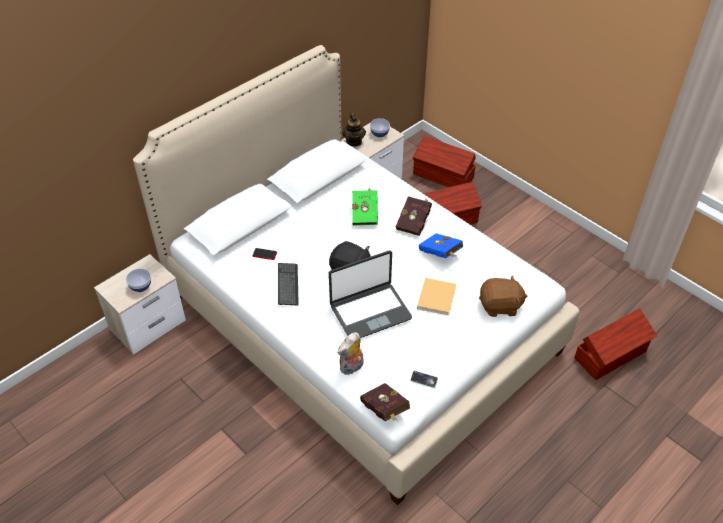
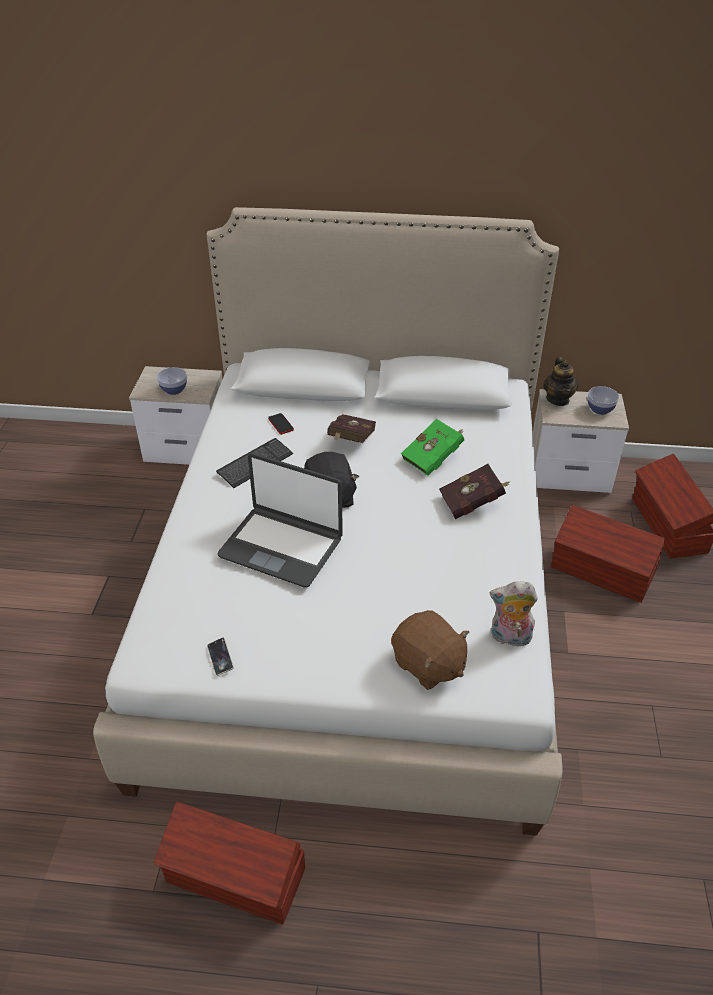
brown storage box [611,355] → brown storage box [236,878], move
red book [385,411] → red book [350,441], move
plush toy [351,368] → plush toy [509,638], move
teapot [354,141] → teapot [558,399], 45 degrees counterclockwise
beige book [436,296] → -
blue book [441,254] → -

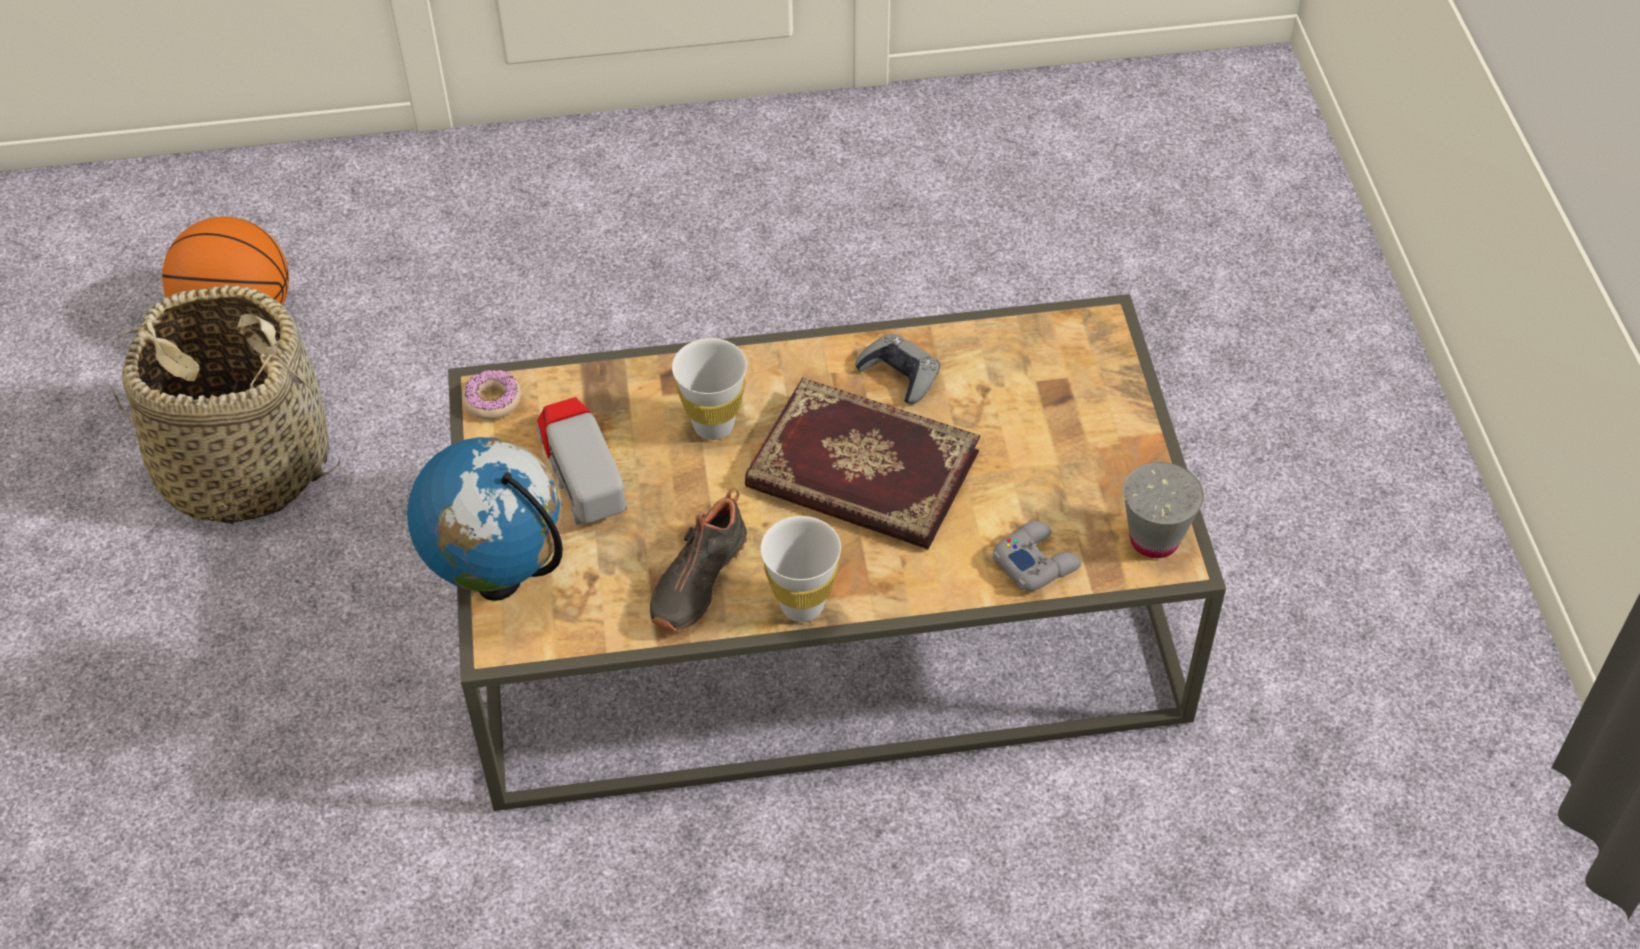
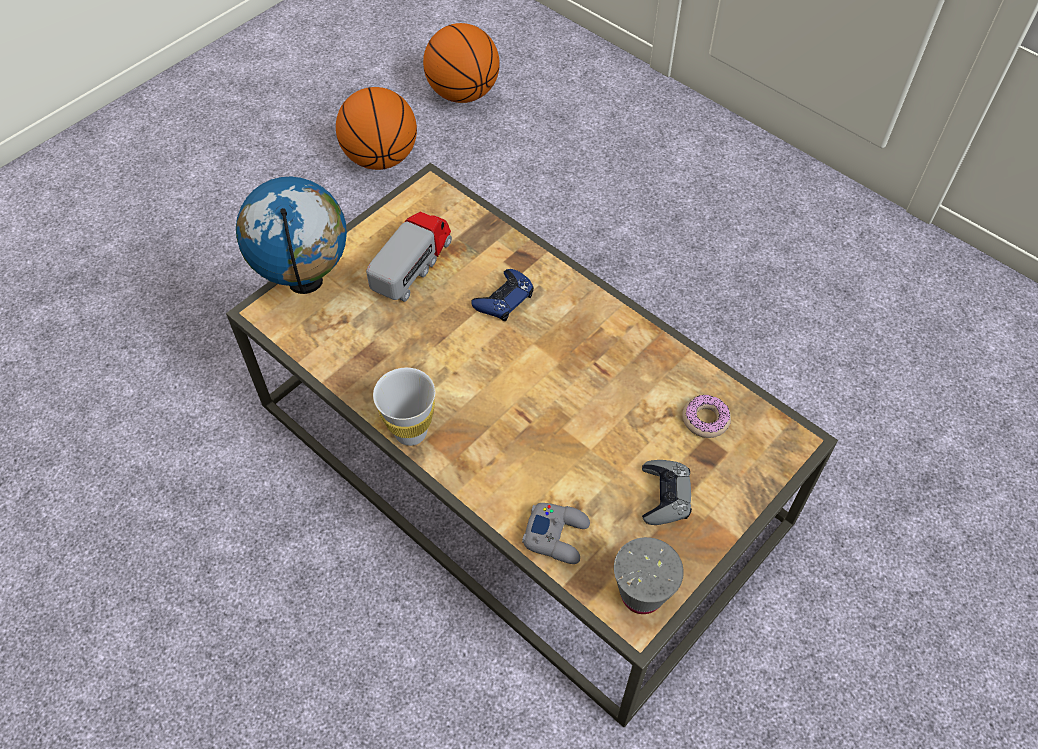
basket [244,464] → basketball [381,158]
white cup [713,425] → blue game controller [504,299]
grey game controller [899,374] → grey game controller [665,496], move
donut [492,400] → donut [705,420], move
black shoe [696,578] → -
book [861,473] → -

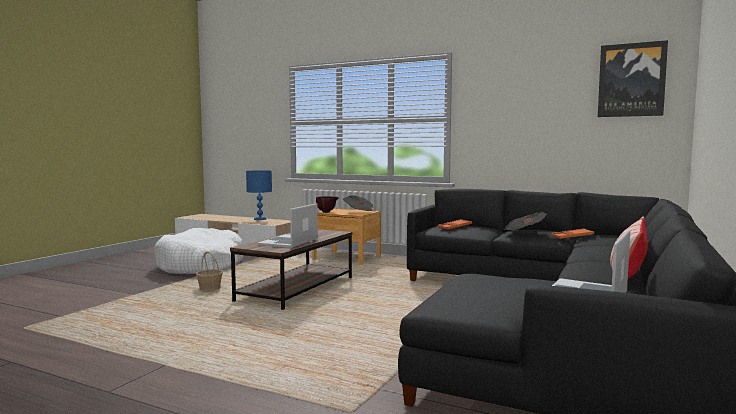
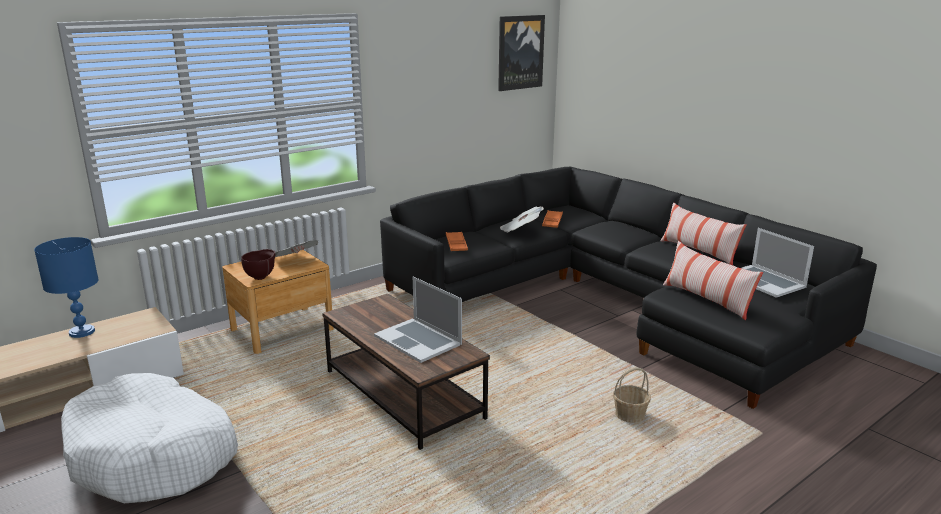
basket [210,289] → basket [630,415], move
- → pillow [706,300]

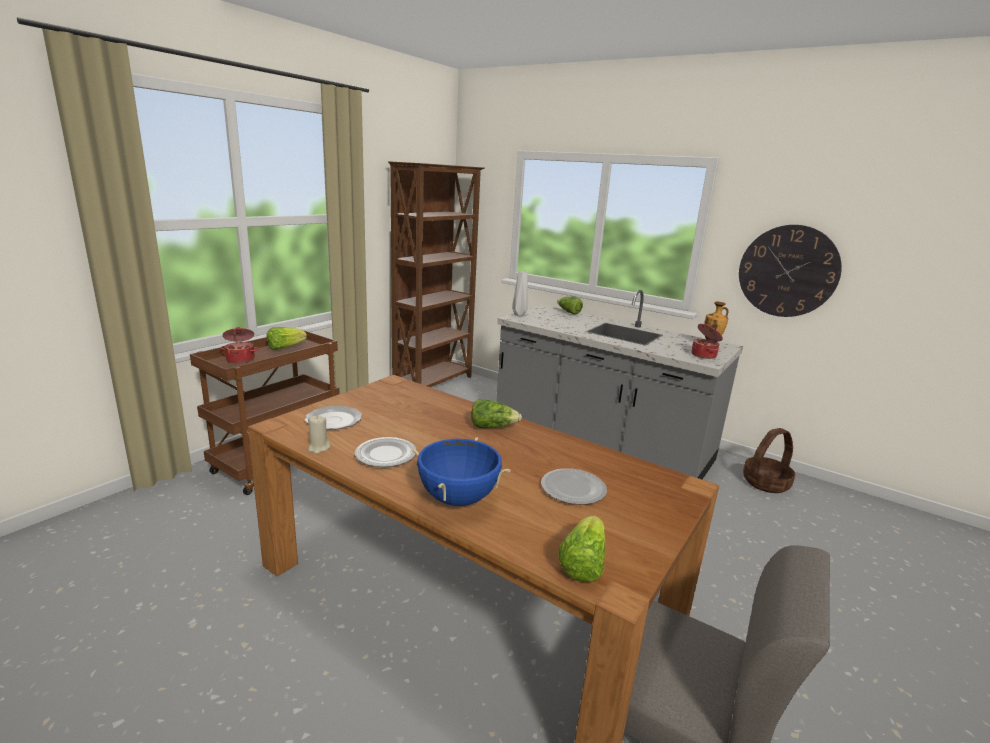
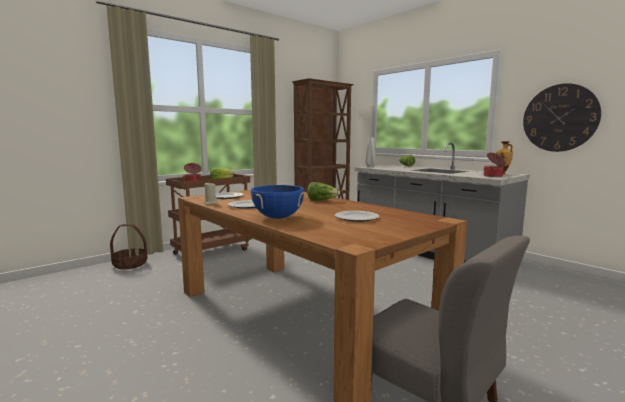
basket [766,483] → basket [130,265], move
lettuce [583,564] → -

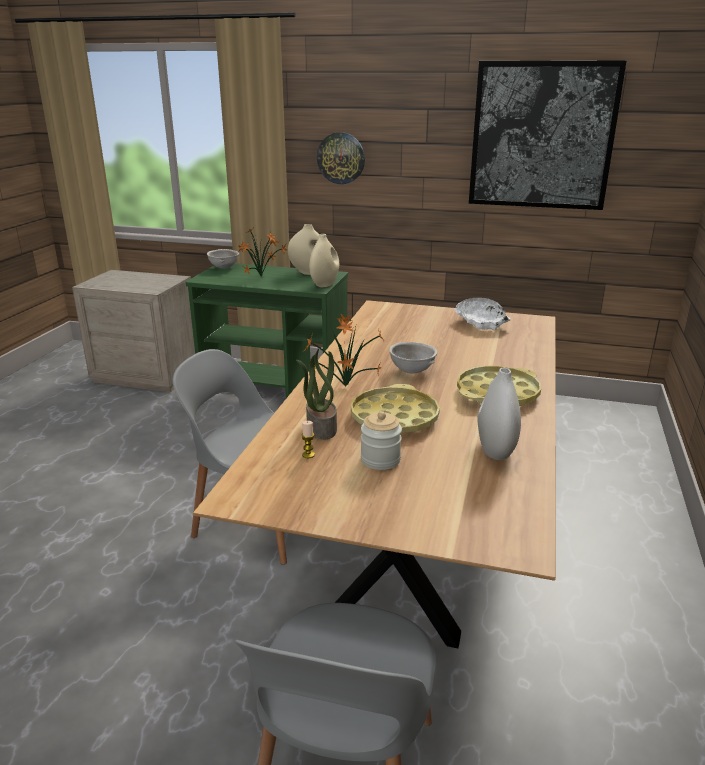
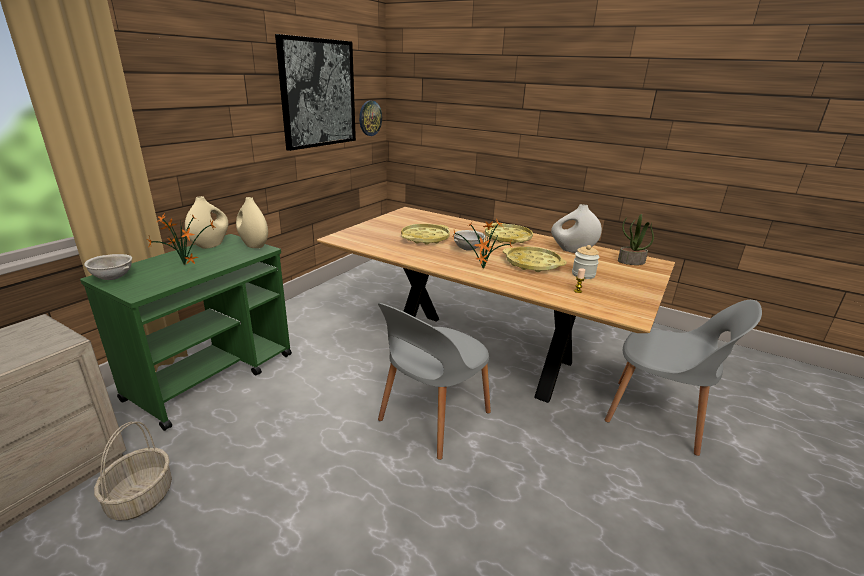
- → basket [140,497]
wall clock [341,158] → wall clock [370,118], move
- → yellow tray [425,238]
potted plant [320,428] → potted plant [631,262], move
white bowl [481,323] → -

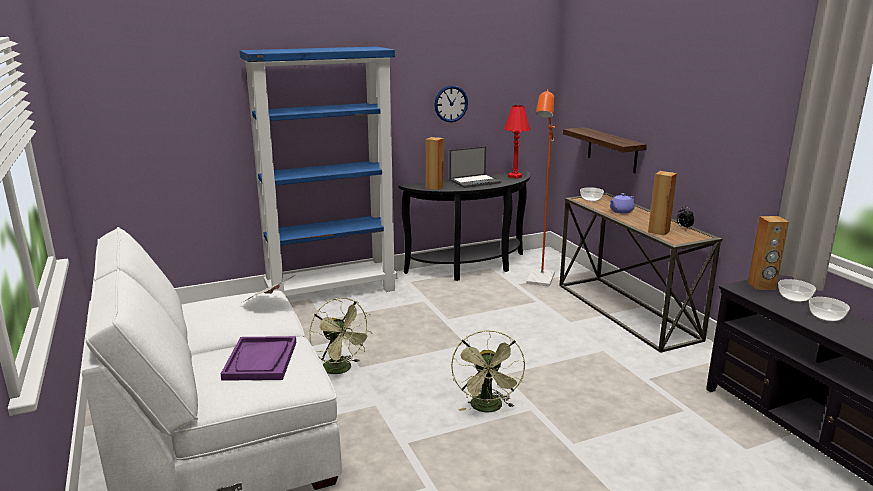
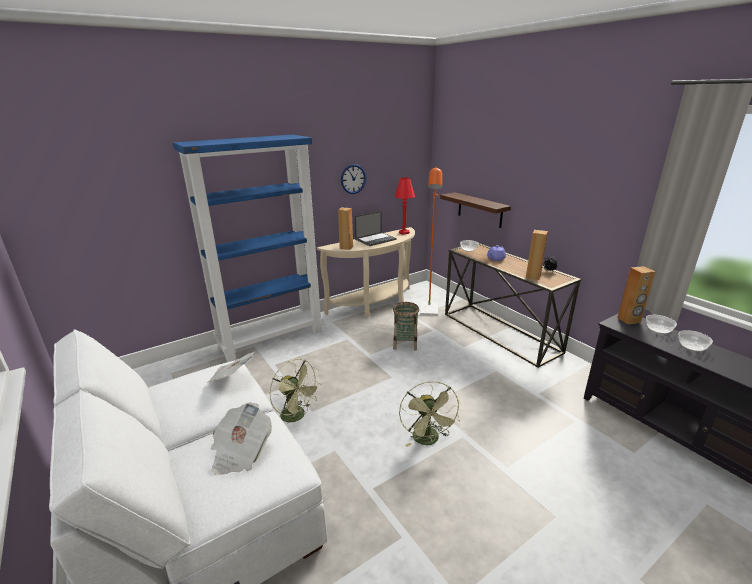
purple tray [261,360] → newspaper [241,452]
black console table [472,269] → beige console table [375,305]
- → basket [405,343]

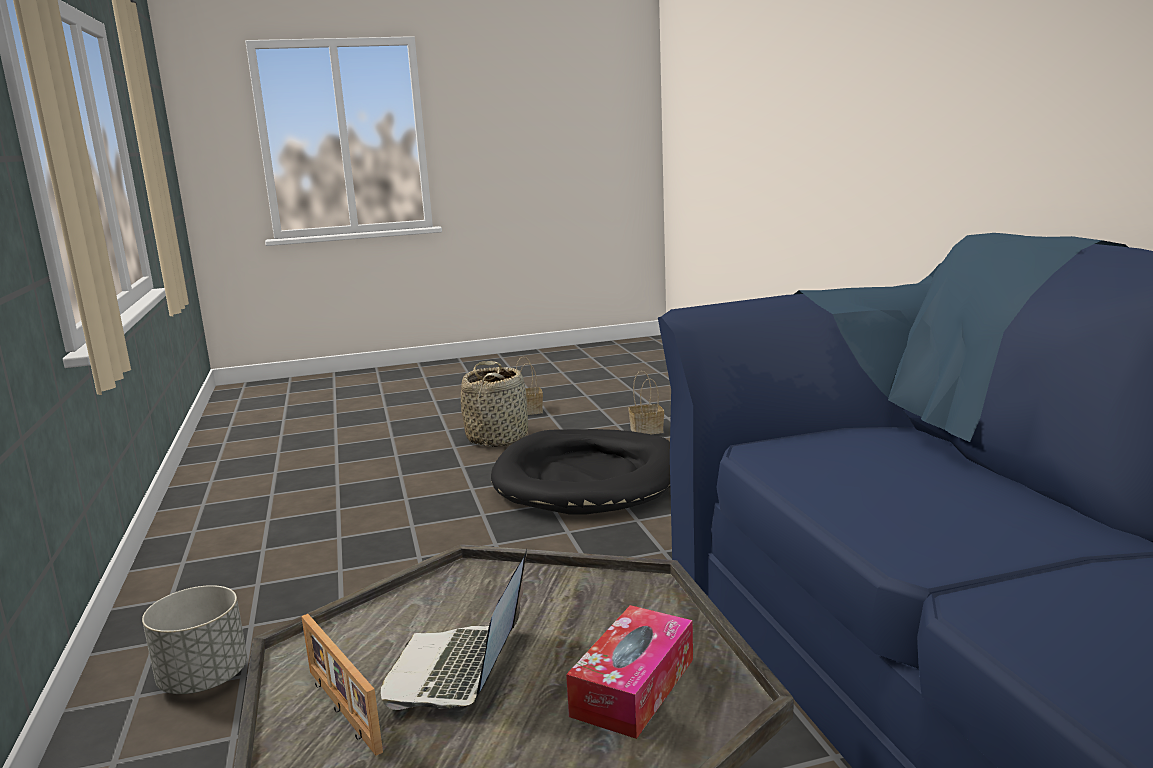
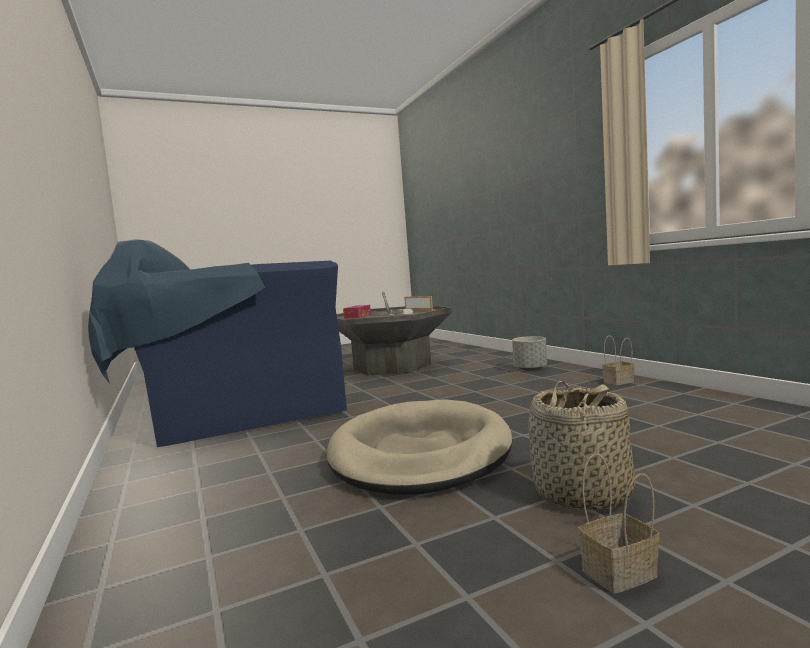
black dog bed [587,478] → beige dog bed [420,453]
basket [647,430] → basket [618,382], move

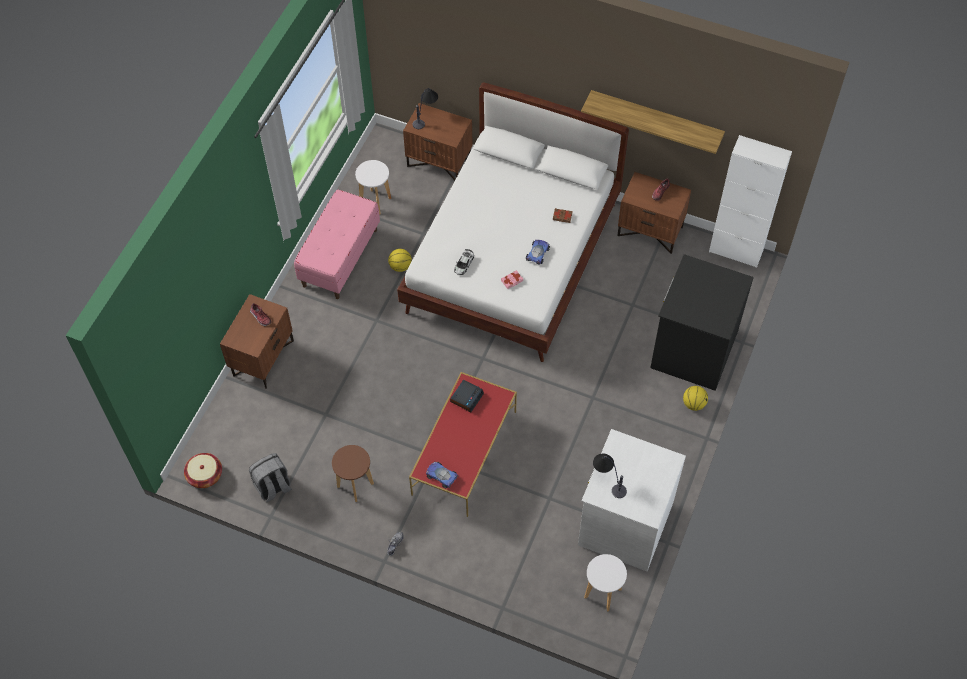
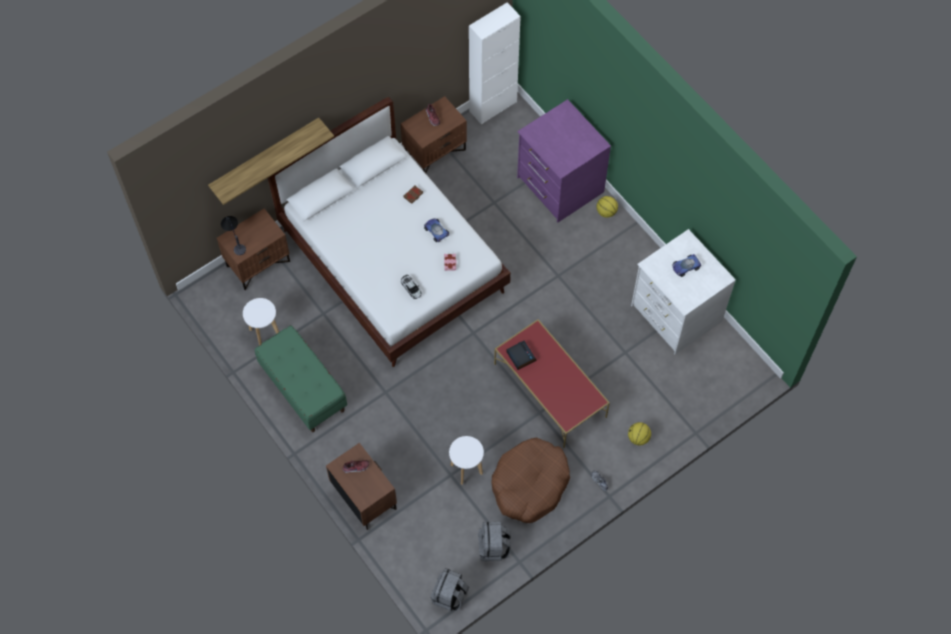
shelf [656,118] → shelf [265,156], move
pink bench [340,257] → green bench [303,388]
basket [205,475] → grey backpack [450,596]
white stool [602,593] → white stool [466,469], move
brown stool [355,485] → brown dog bed [530,484]
black dresser [692,349] → purple dresser [559,185]
basketball [400,266] → basketball [638,438], move
toy car [441,476] → toy car [685,267], move
table lamp [608,481] → -

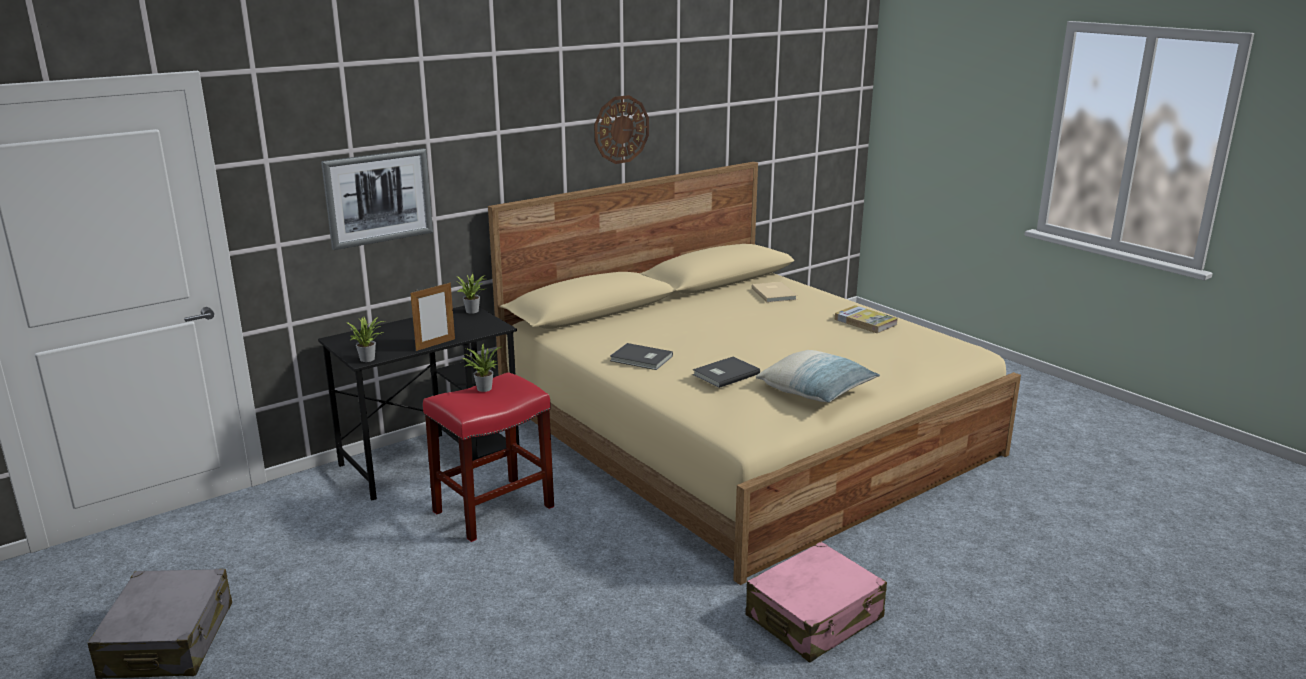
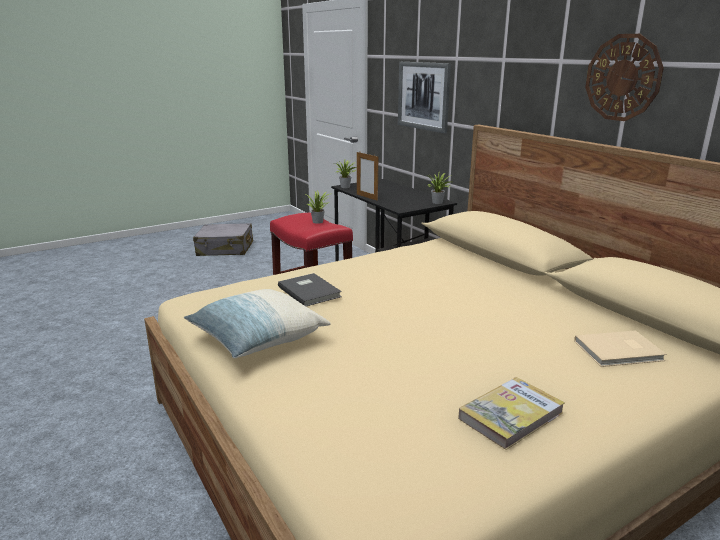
grey book [641,359] → -
pink suitcase [815,618] → -

